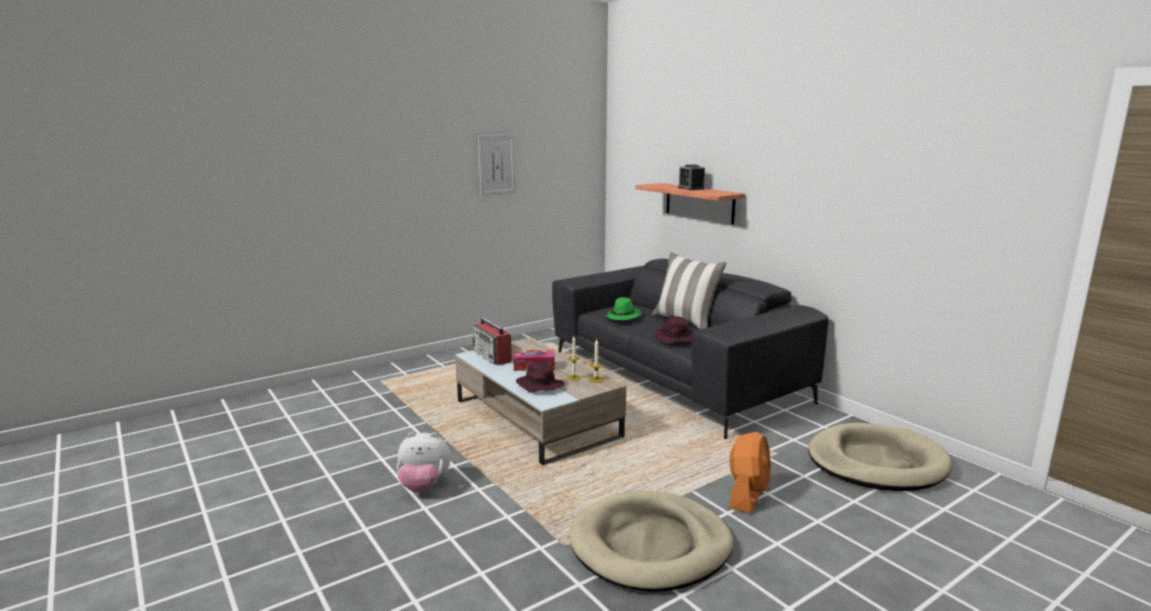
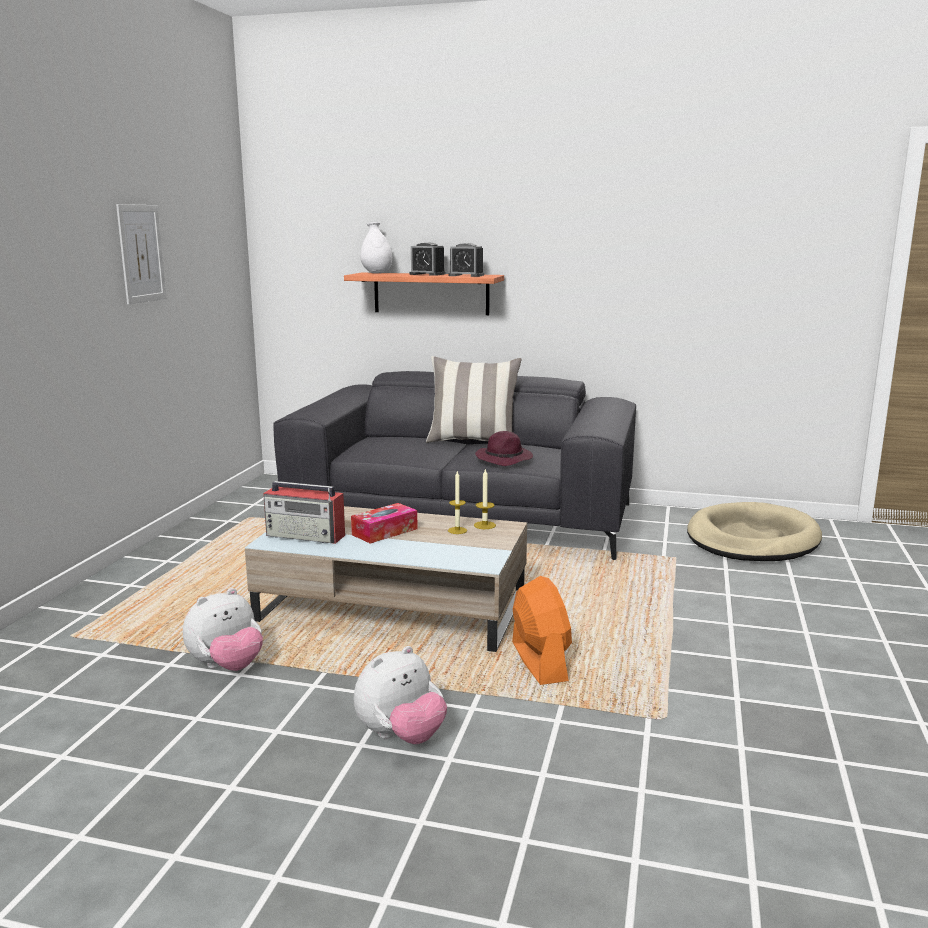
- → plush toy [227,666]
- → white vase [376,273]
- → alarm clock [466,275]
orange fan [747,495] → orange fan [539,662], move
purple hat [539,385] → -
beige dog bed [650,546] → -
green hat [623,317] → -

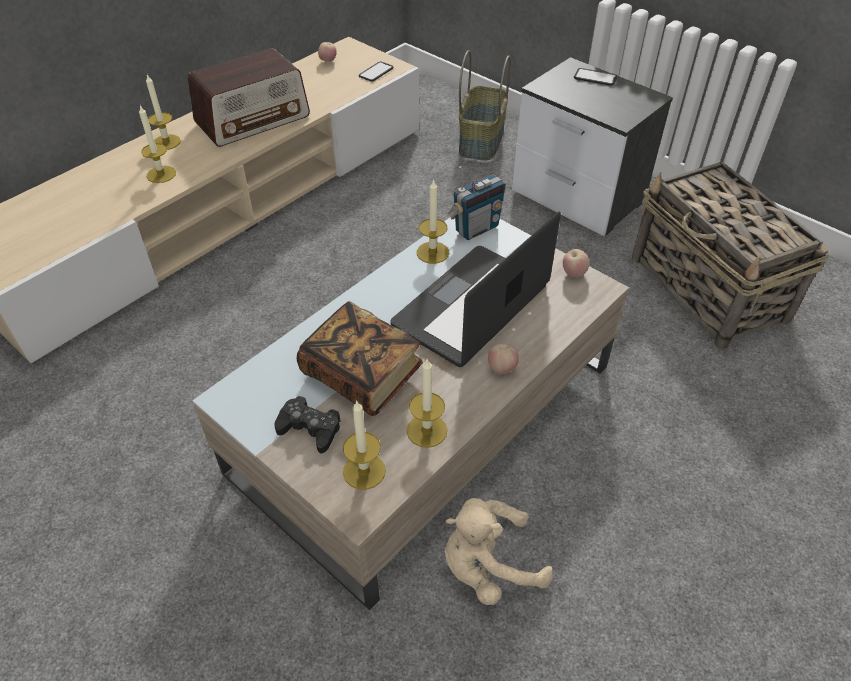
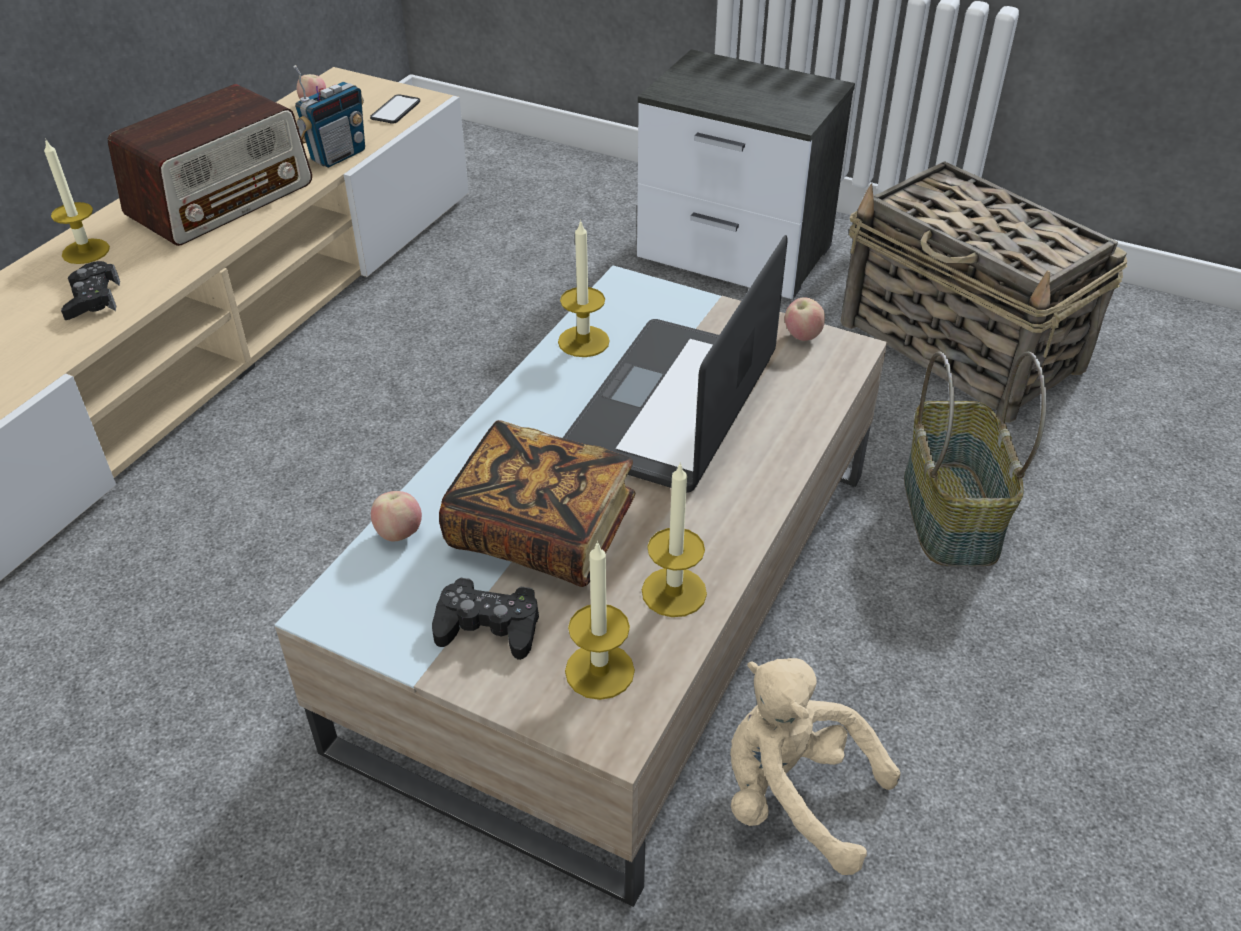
candle [161,174] → black game controller [93,299]
radio [476,228] → radio [337,156], move
apple [501,368] → apple [399,534], move
beige plush toy [488,567] → beige plush toy [793,796], 60 degrees clockwise
basket [480,140] → basket [947,513], move
phone [595,77] → -

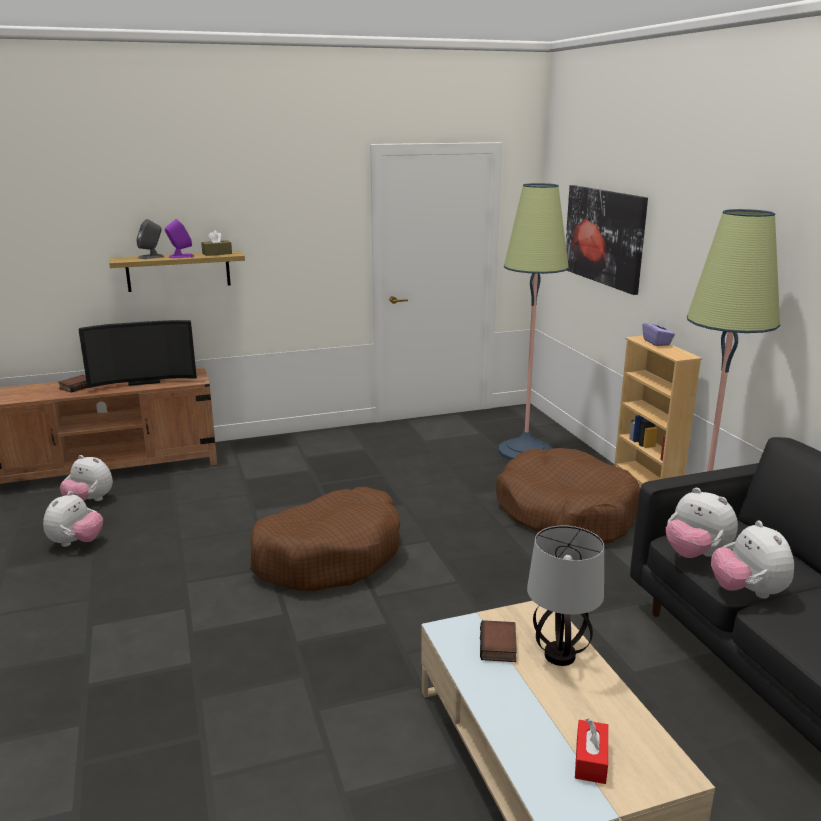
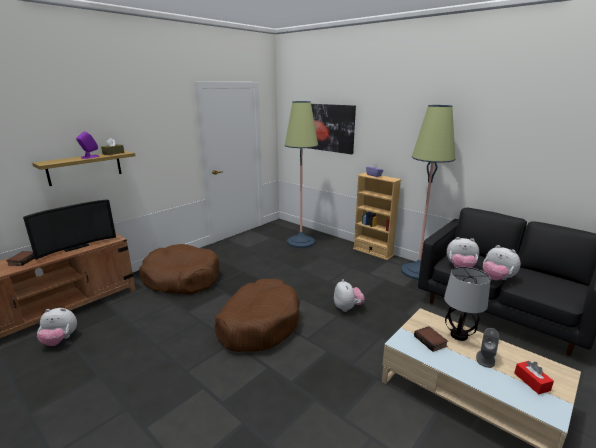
brown dog bed [565,512] → brown dog bed [182,278], move
plush toy [76,543] → plush toy [347,308], move
grey speaker [151,257] → grey speaker [485,359], move

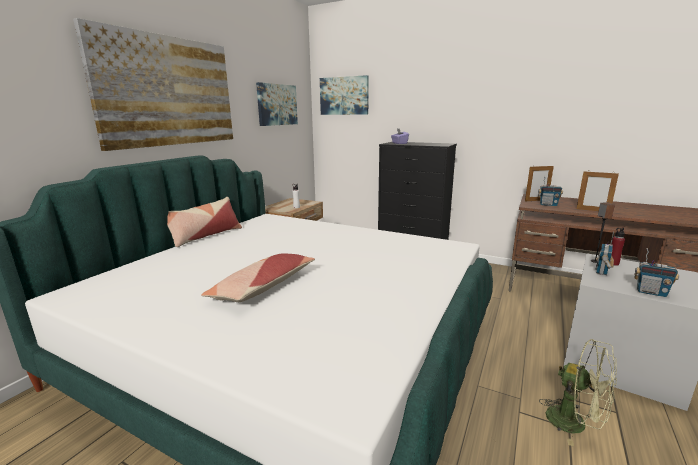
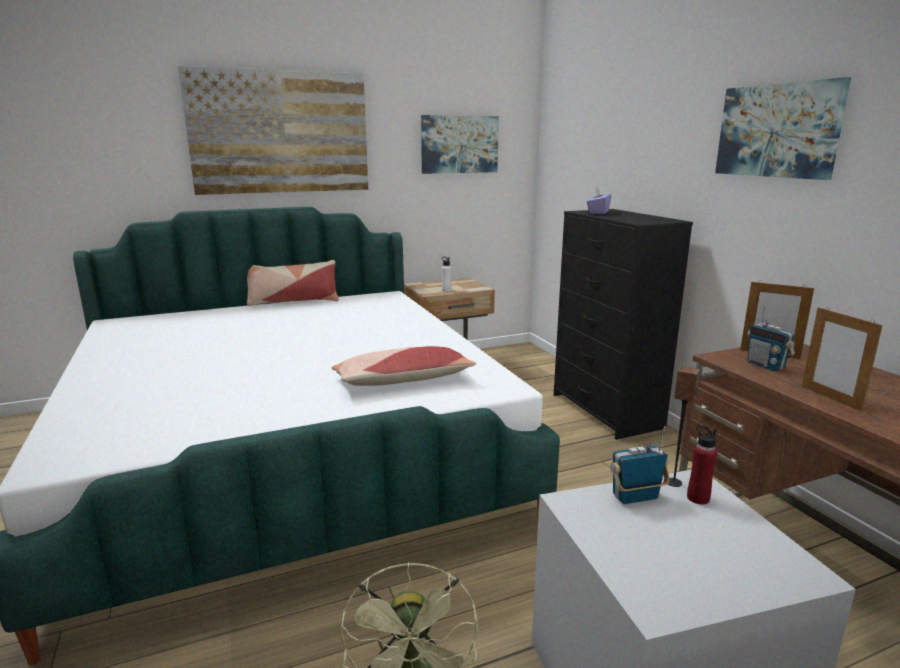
pillow [263,287] → pillow [402,380], move
picture [344,96] → picture [777,131], move
radio [651,292] → -

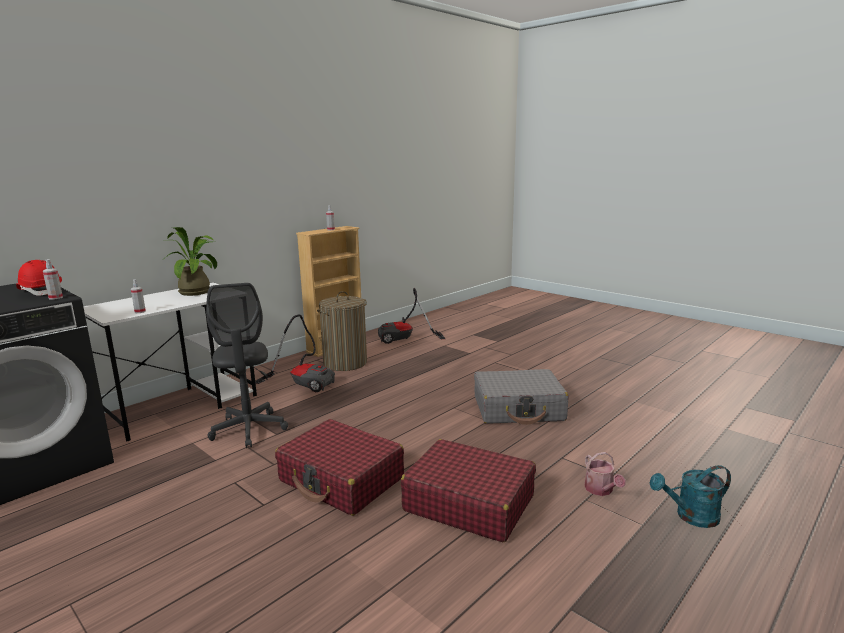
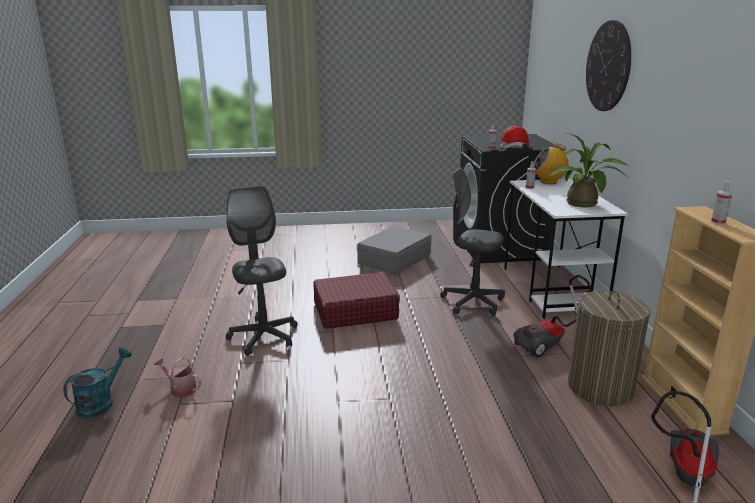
red suitcase [468,503] → grey office chair [264,337]
grey suitcase [518,409] → grey suitcase [394,259], move
- → radio [549,182]
- → wall clock [608,66]

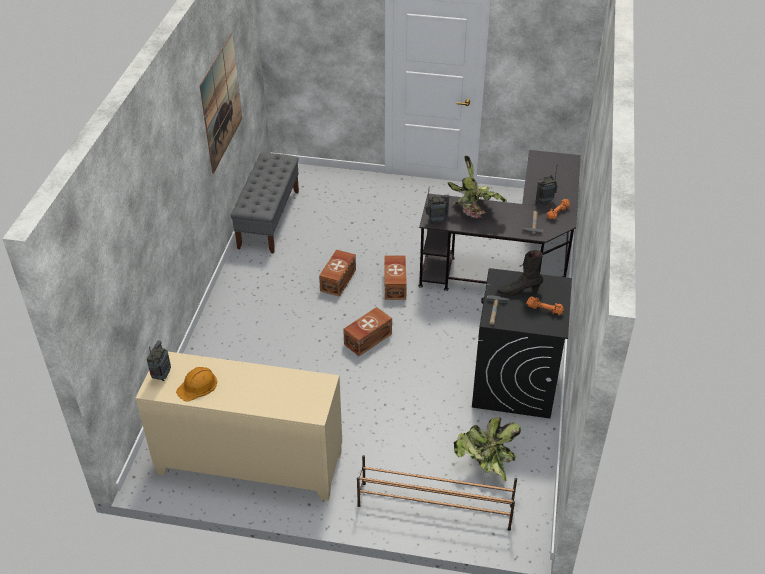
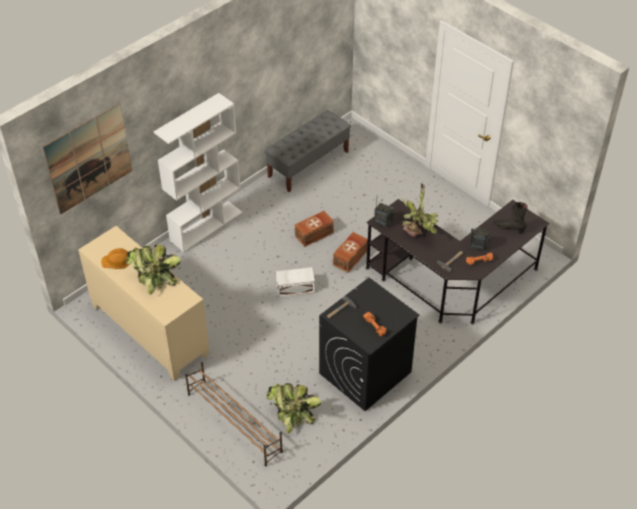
picture [221,103] → picture [89,158], move
- → potted plant [154,280]
- → white bookcase [206,226]
brown storage box [367,339] → white storage box [294,287]
black boot [519,291] → black boot [509,228], move
radio [162,376] → -

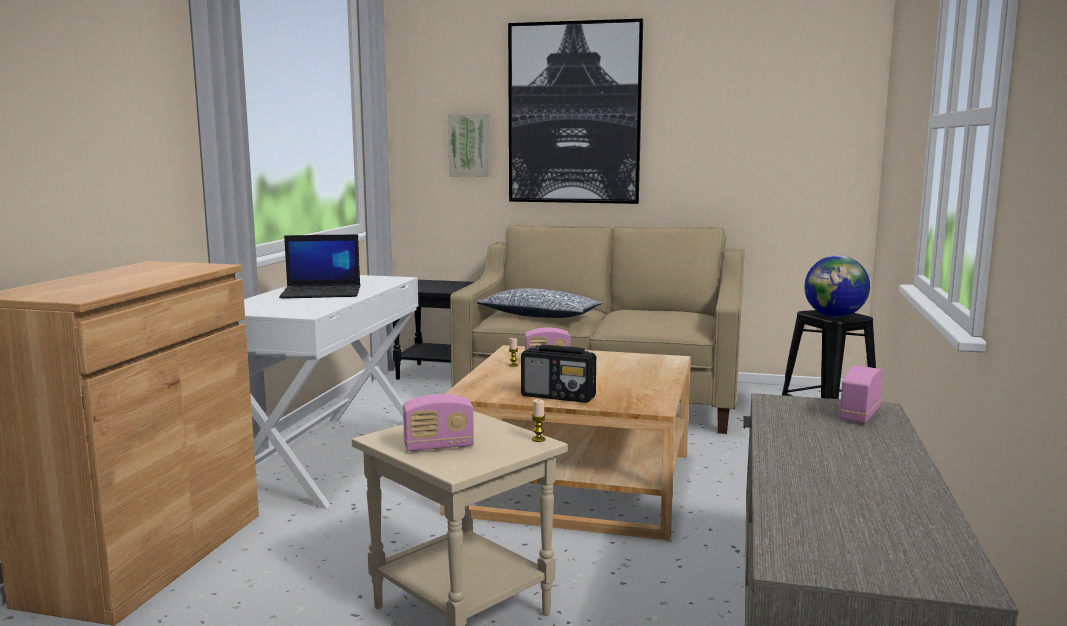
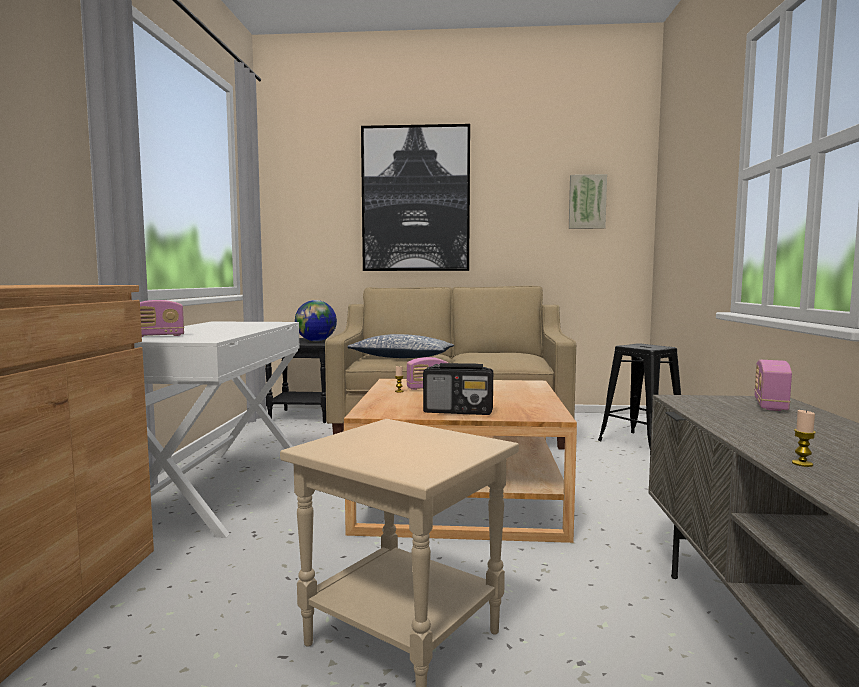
radio [438,446] → radio [158,336], move
globe [835,316] → globe [316,341], move
picture [470,145] → picture [587,202], move
candle [538,439] → candle [802,464], move
laptop [322,293] → -

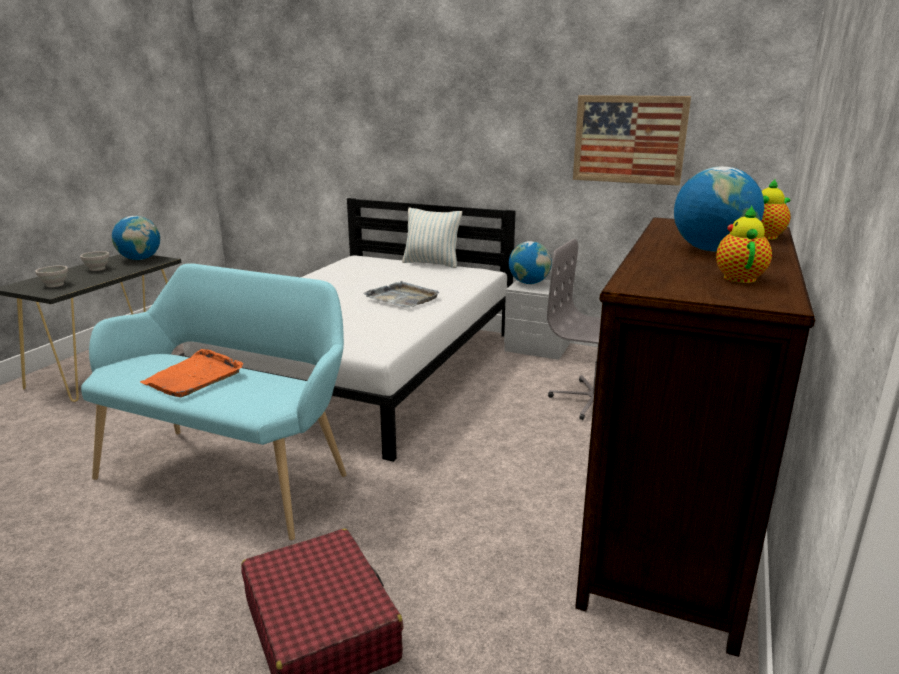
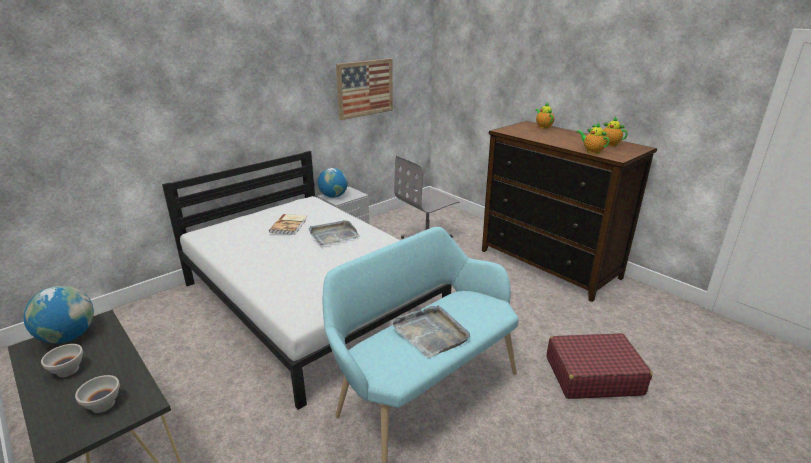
- → book [289,225]
orange tray [194,377] → grey tray [431,332]
- → teapot [591,151]
pillow [431,263] → -
globe [711,250] → -

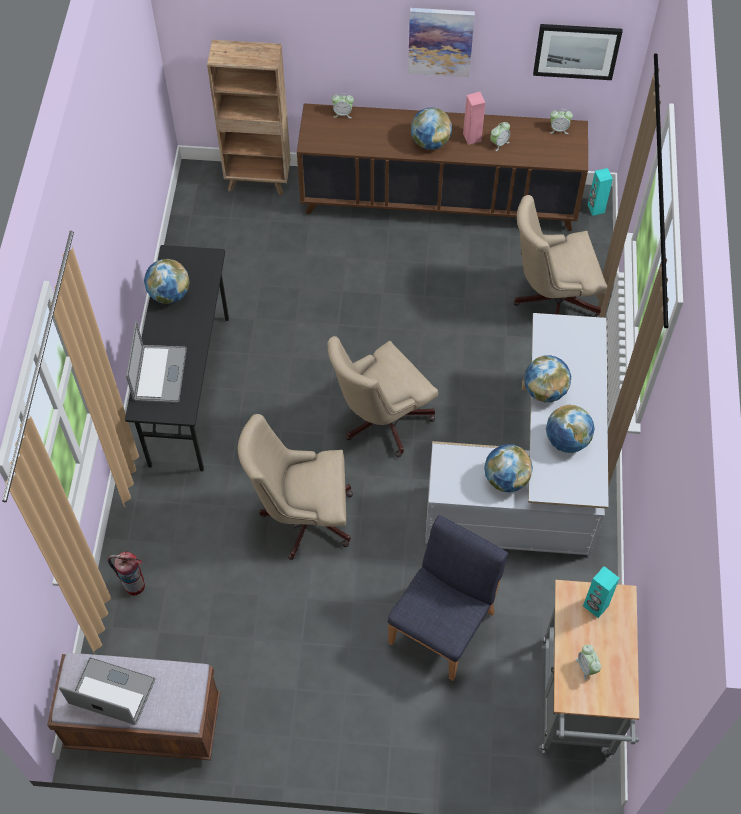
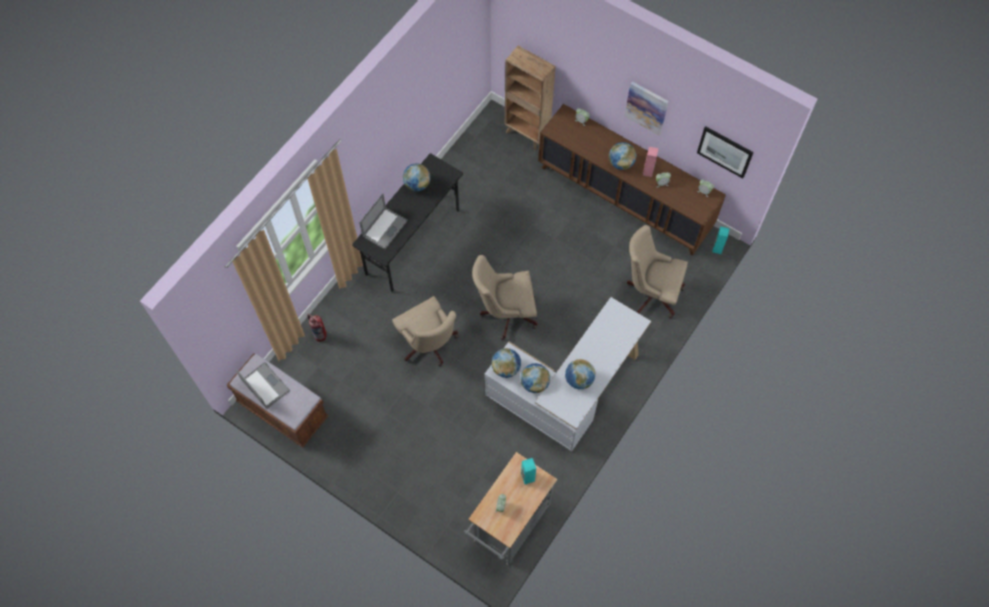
beige office chair [302,516] → beige office chair [429,345], 150 degrees counterclockwise
globe [544,390] → globe [506,368], move
blue chair [443,626] → -

